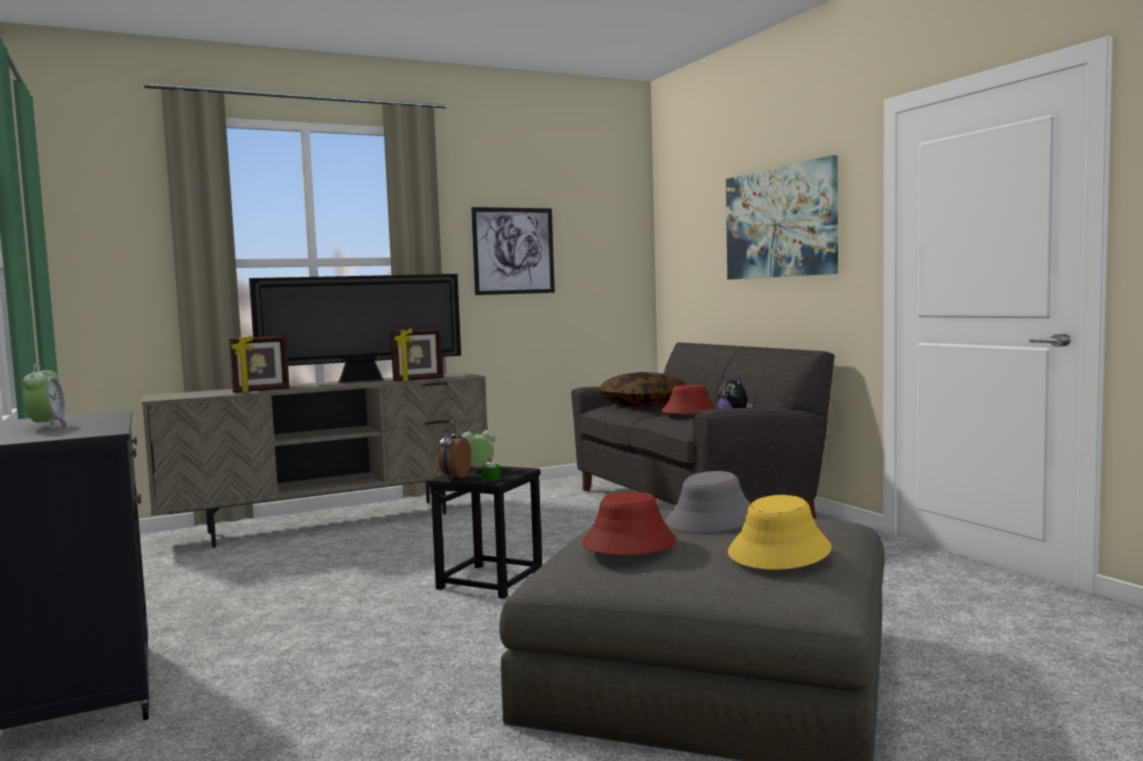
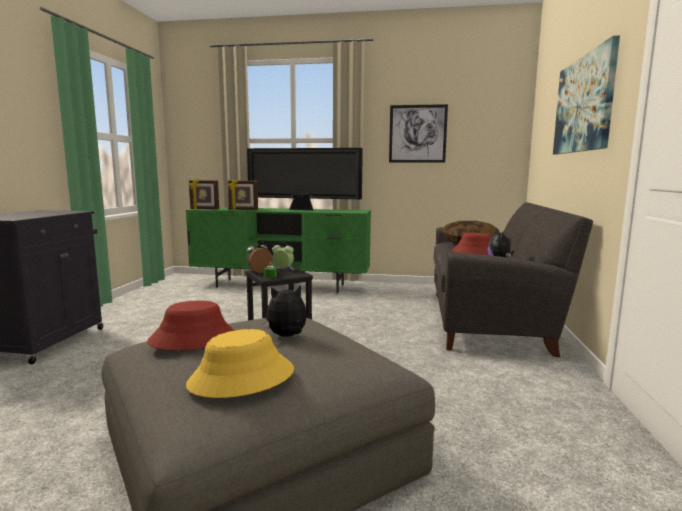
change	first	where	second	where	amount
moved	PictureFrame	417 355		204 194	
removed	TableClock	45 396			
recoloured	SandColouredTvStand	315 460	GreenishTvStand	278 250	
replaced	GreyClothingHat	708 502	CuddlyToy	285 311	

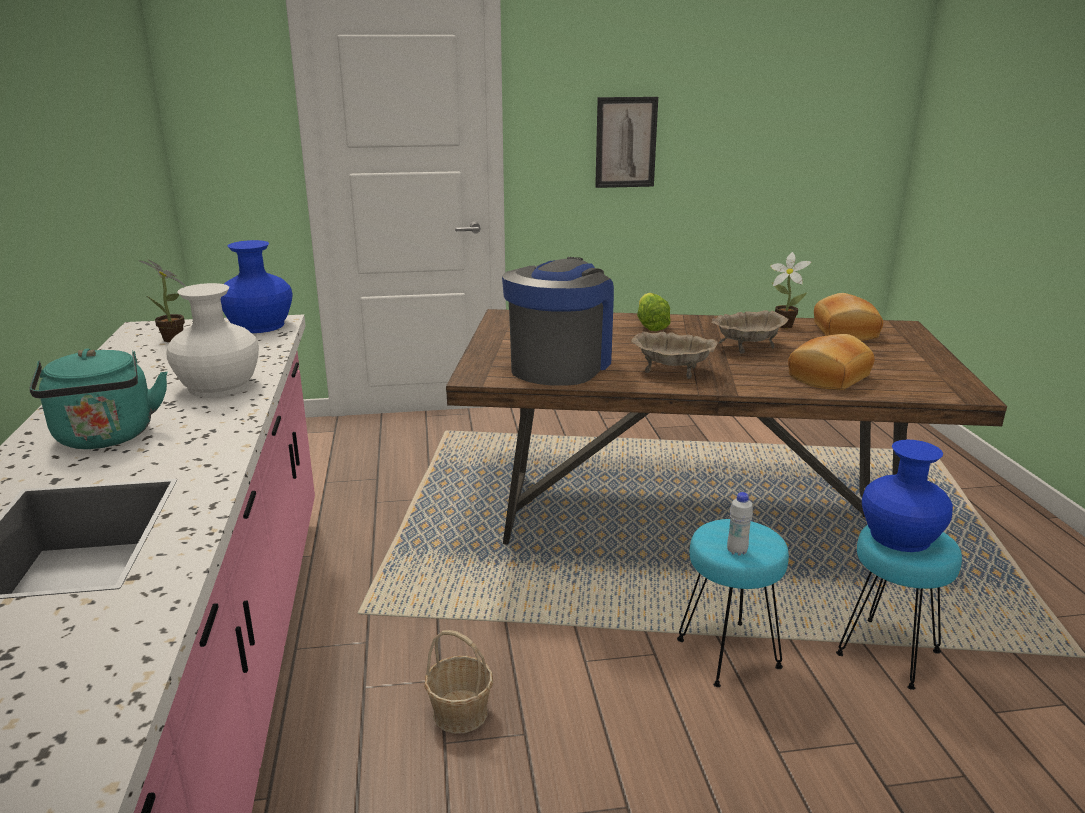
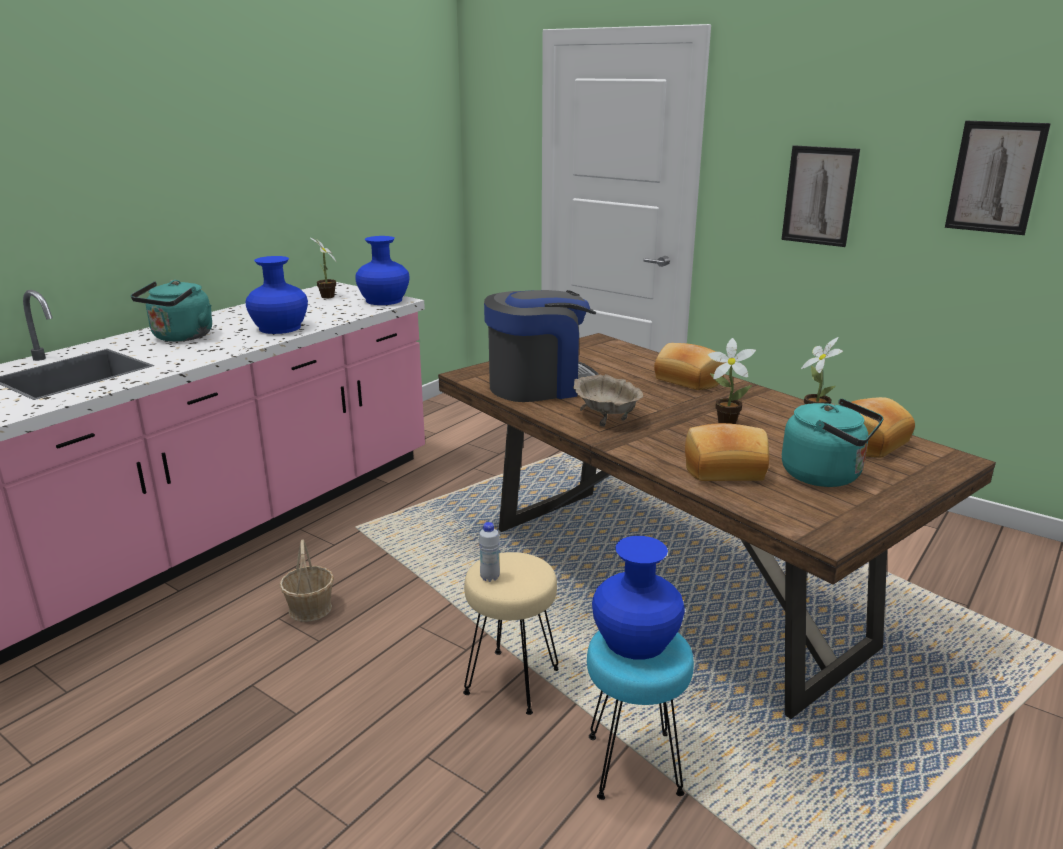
change	first	where	second	where	amount
recoloured	WhiteColouredDecorativeVase	212 340	BlueDecorativeVase	277 295	
replaced	Lettuce	654 312	Bread	690 366	
replaced	SandColouredServingBowl	749 332	PlantInAPot	732 381	
recoloured	TurquoiseColouredStoolSeat	733 603	SandColouredStoolSeat	510 633	
added			WallPicture	998 178	
added			TurquoiseColouredWaterKettle	832 442	

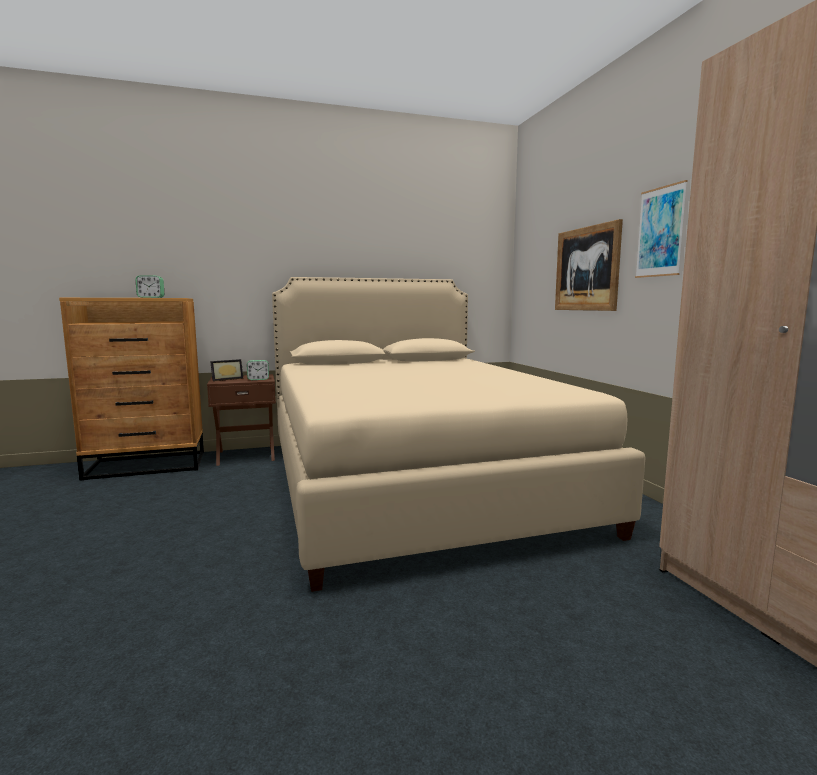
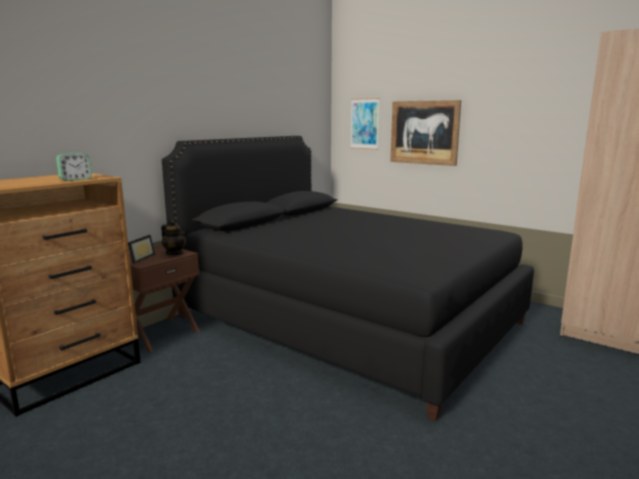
change	first	where	second	where	amount
moved	WallPicture	661 229		364 124	
recoloured	SandColouredSleepingBed	458 434	BlackSleepingBed	348 278	
replaced	TableClock	258 370	PotForTea	173 237	

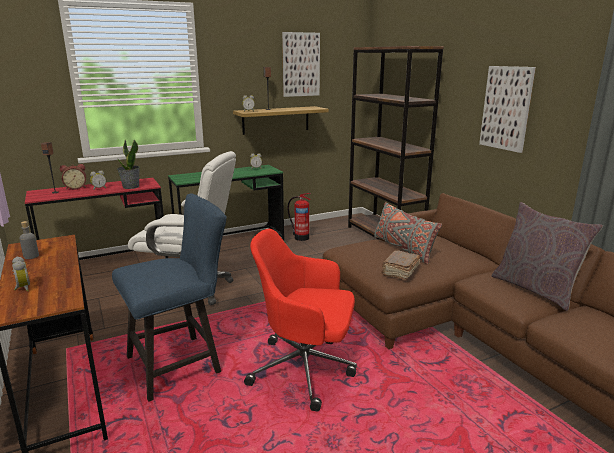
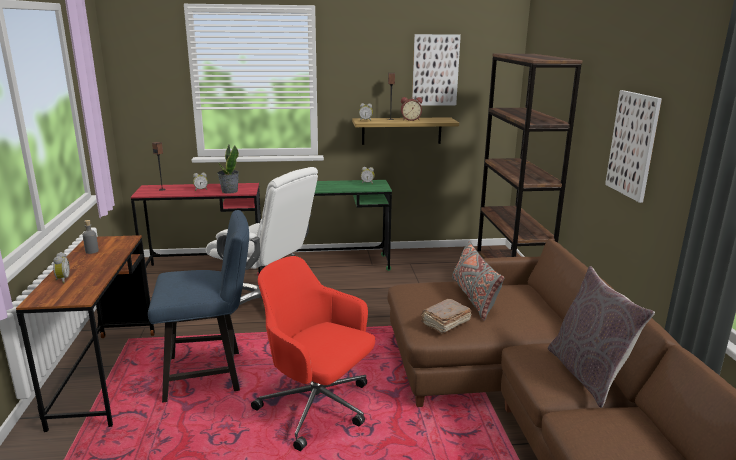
change	first	where	second	where	amount
moved	TableClock	73 177		411 109	
removed	FireFightingCylinder	299 217			

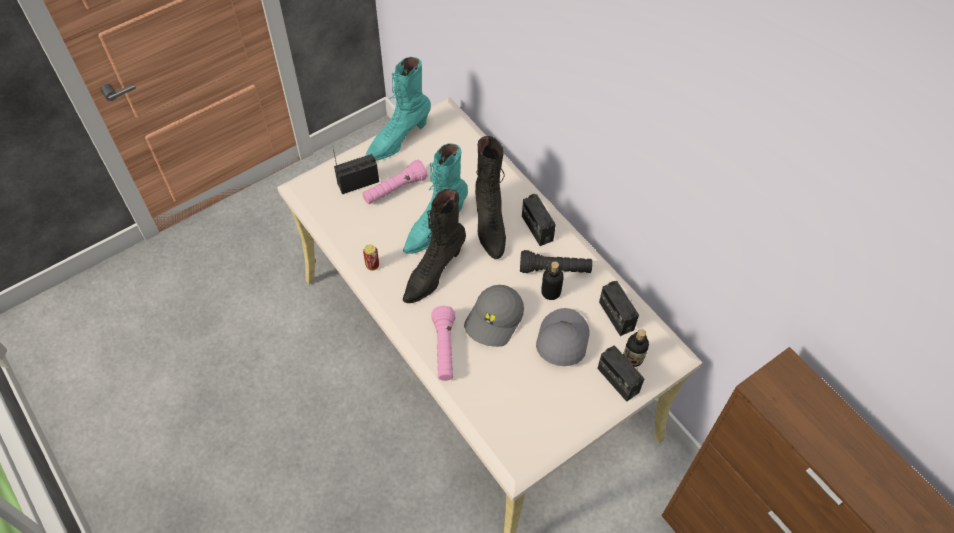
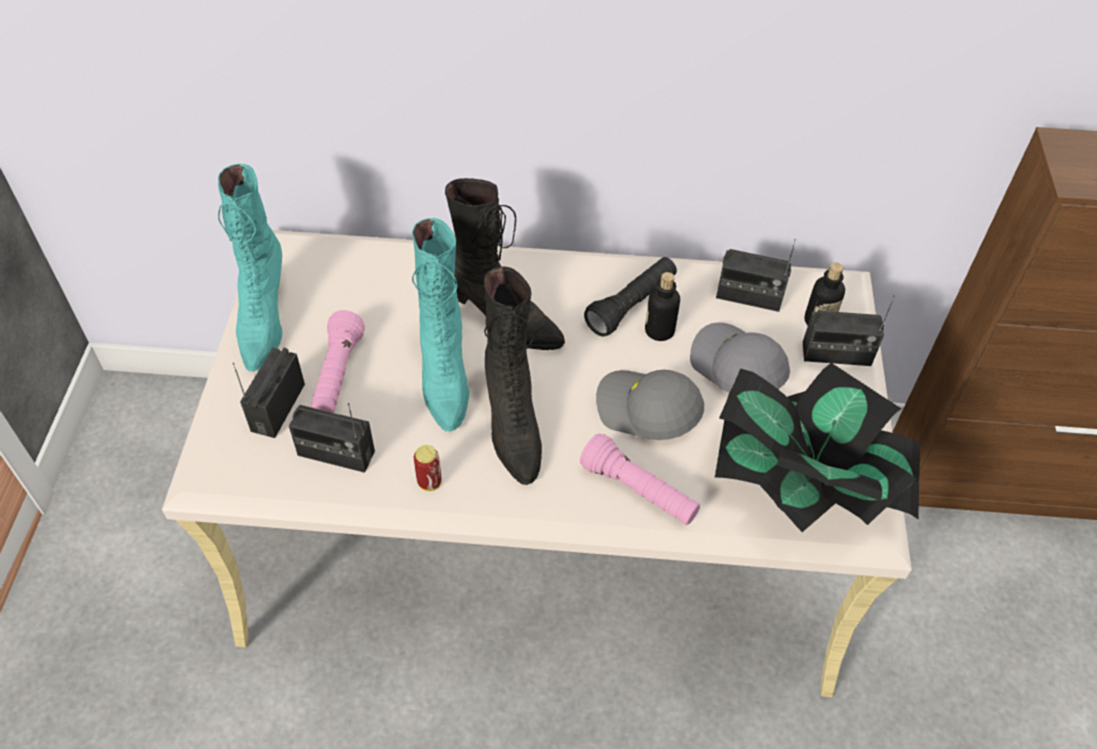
change	first	where	second	where	amount
moved	RadioReceiver	539 220		332 438	
turned	GreyBaseballCap	494 316		650 405	135 degrees clockwise
added			PlantInAPot	817 447	

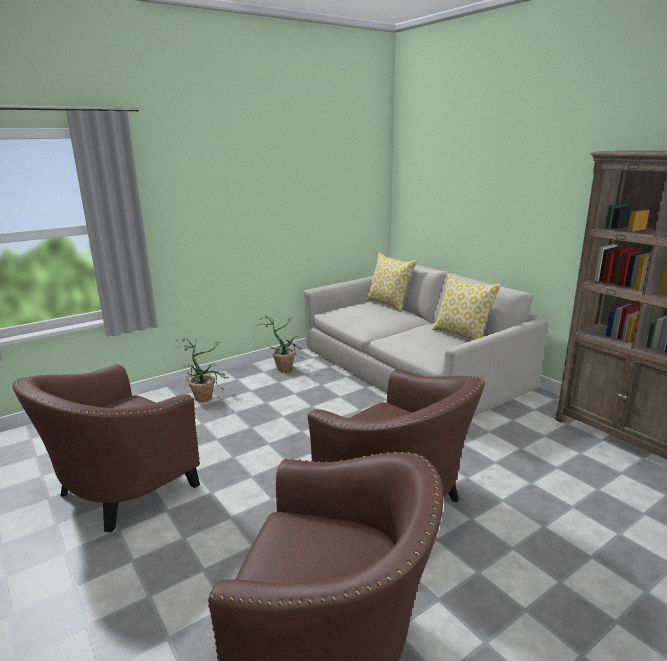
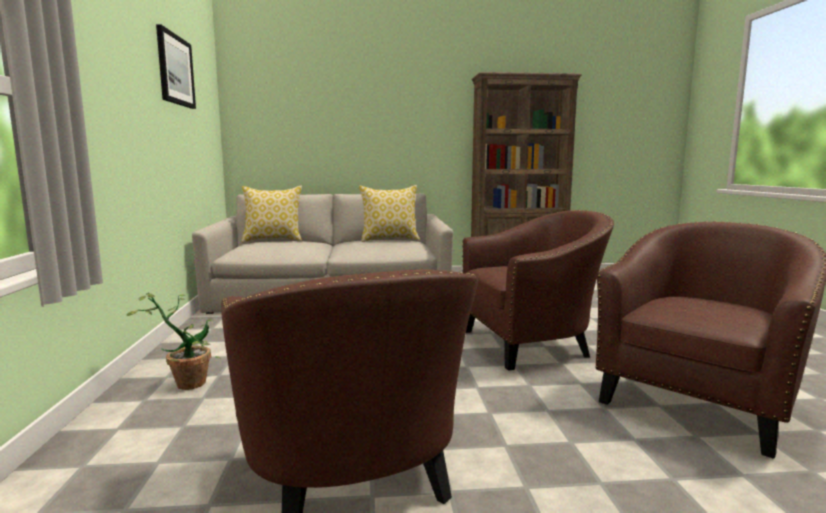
change	first	where	second	where	amount
removed	PlantInAPot	279 344			
added			WallPicture	176 66	

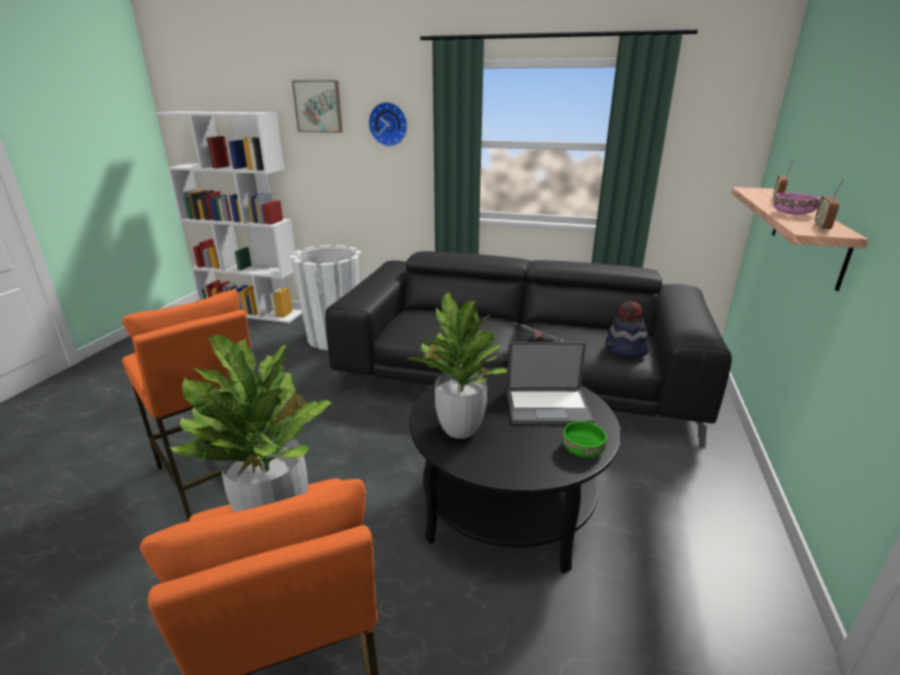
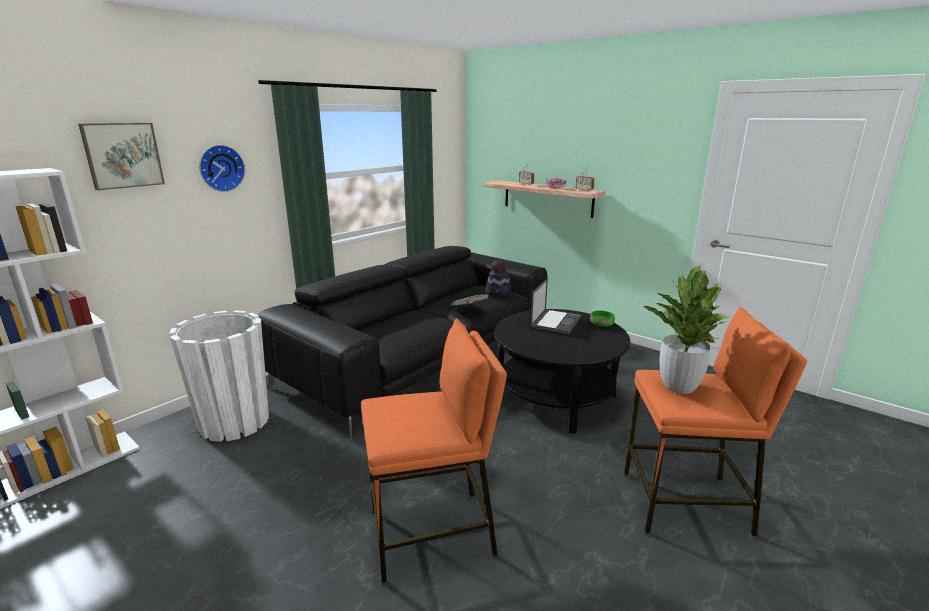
change	first	where	second	where	amount
removed	PlantInAPot	457 365			

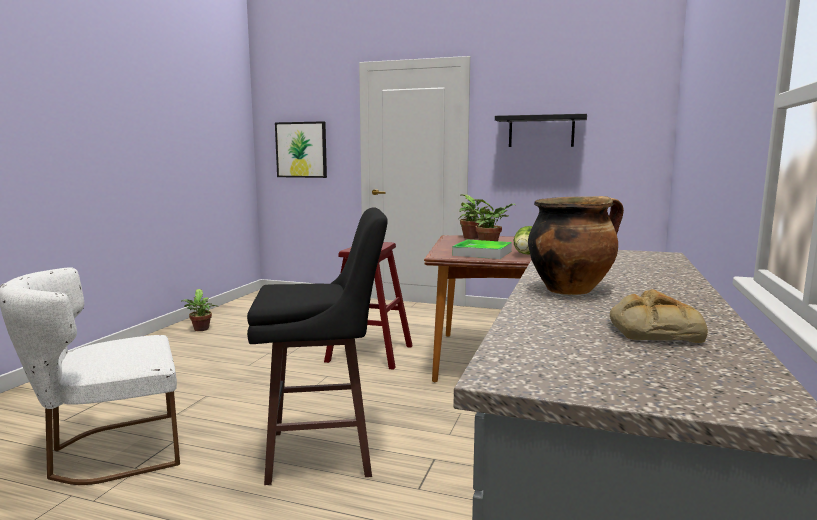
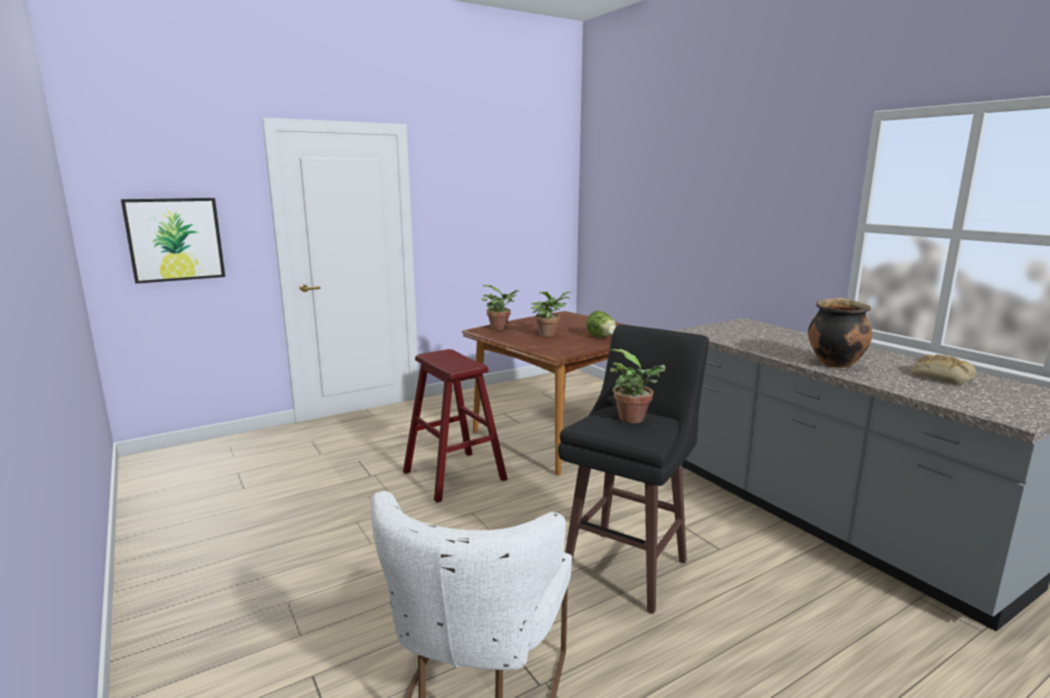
change	first	where	second	where	amount
removed	BlackWallShelf	541 130			
removed	ServingTray	482 249			
moved	PlantInAPot	199 310		637 386	

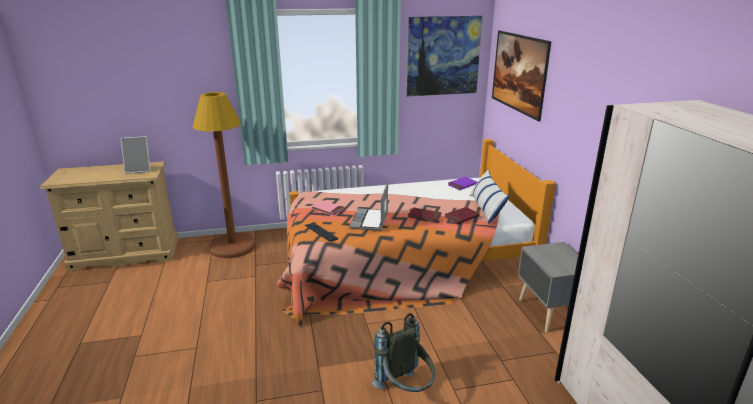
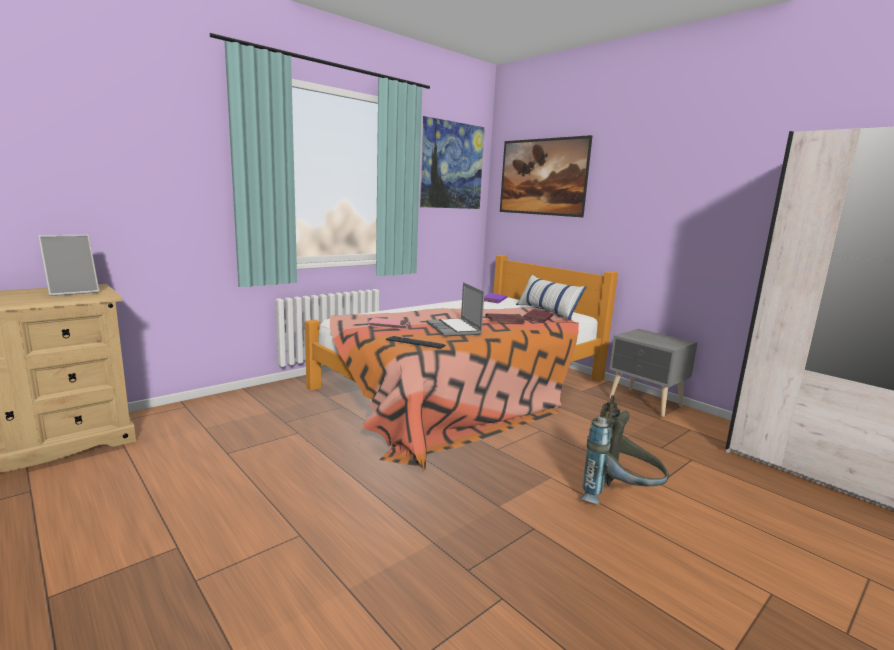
change	first	where	second	where	amount
removed	BrownStandardLamp	224 175			

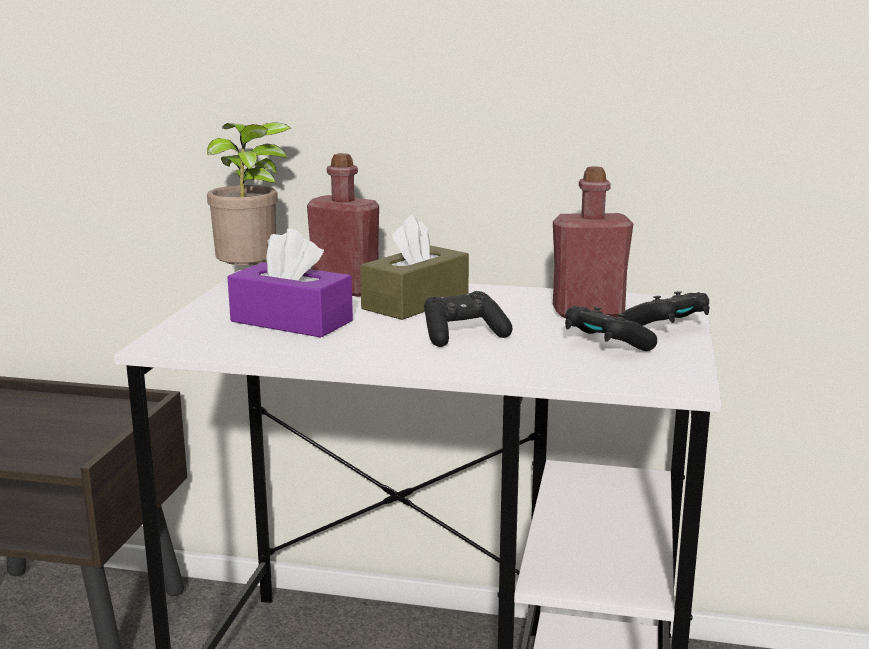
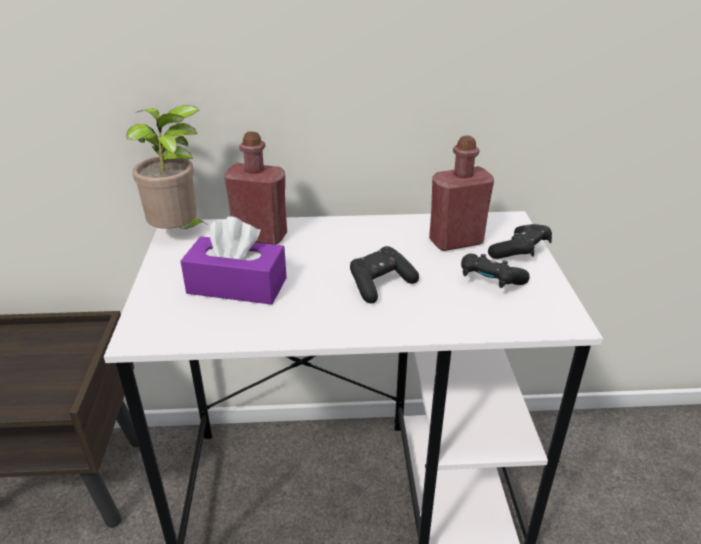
change	first	where	second	where	amount
removed	BrownTissueHolder	414 267			

